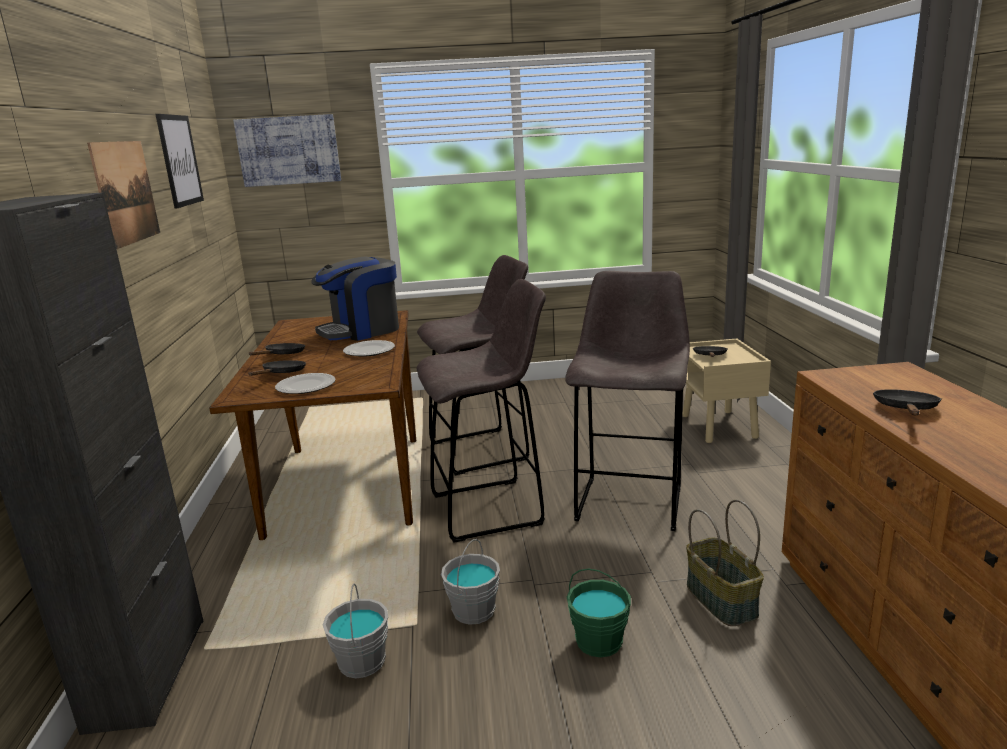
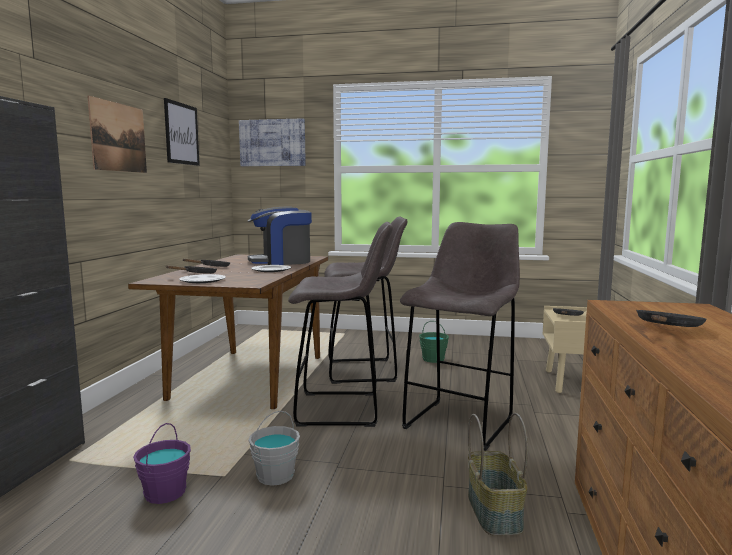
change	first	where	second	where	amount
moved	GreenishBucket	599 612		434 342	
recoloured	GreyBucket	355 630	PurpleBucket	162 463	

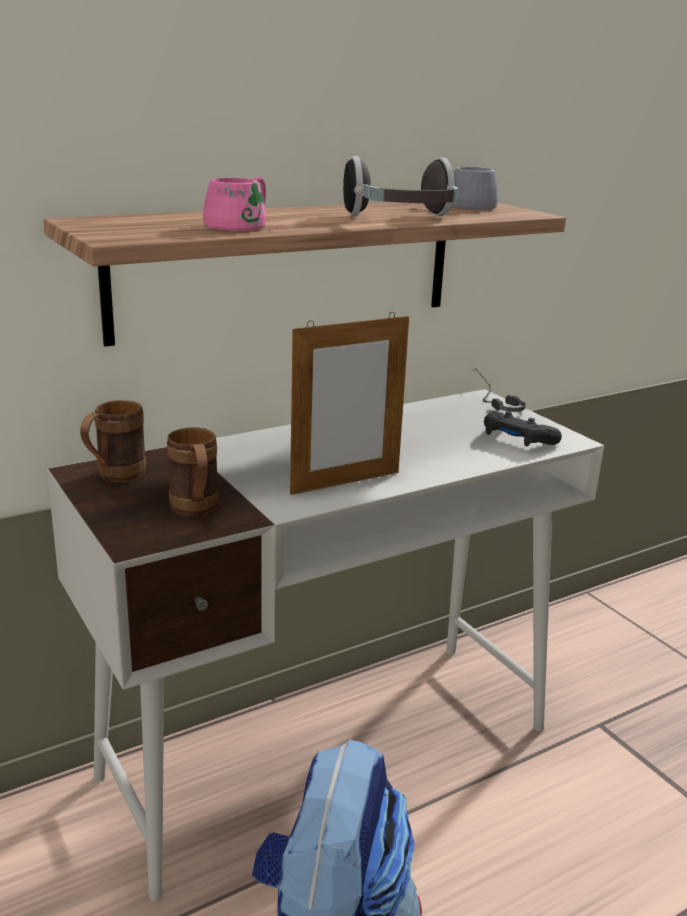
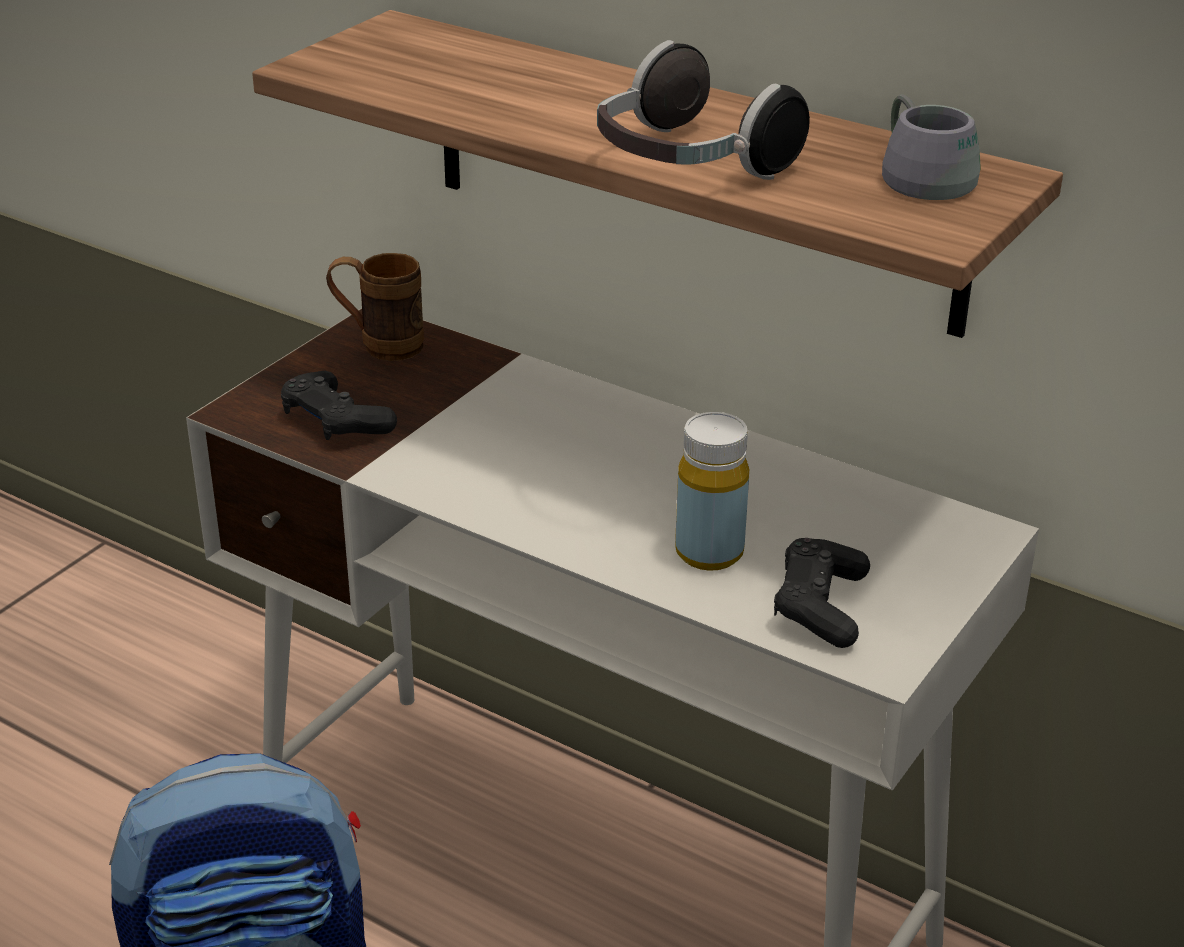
change	first	where	second	where	amount
removed	PinkMug	244 203			
removed	PictureFrame	349 403			
removed	PairOfHeadphones	499 390			
replaced	BrownMug	192 472	BlackGameController	339 405	
added			YellowBottle	712 491	

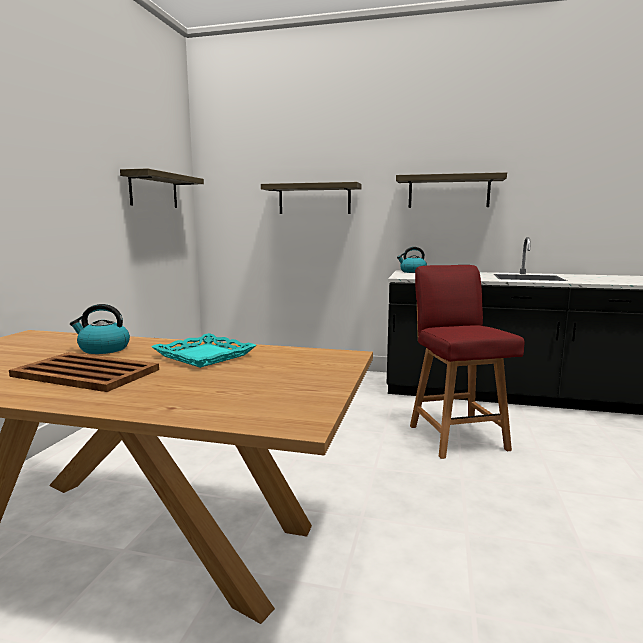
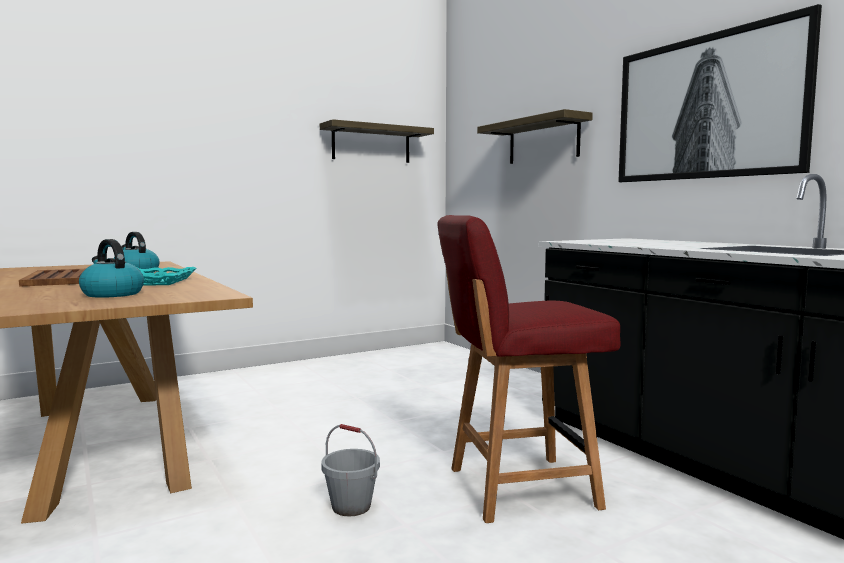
change	first	where	second	where	amount
replaced	WallShelf	451 190	WallPicture	720 93	
moved	WaterKettle	412 260		111 268	
turned	RedUprightChair	467 362		529 369	135 degrees counterclockwise
added			GreyBucket	350 470	

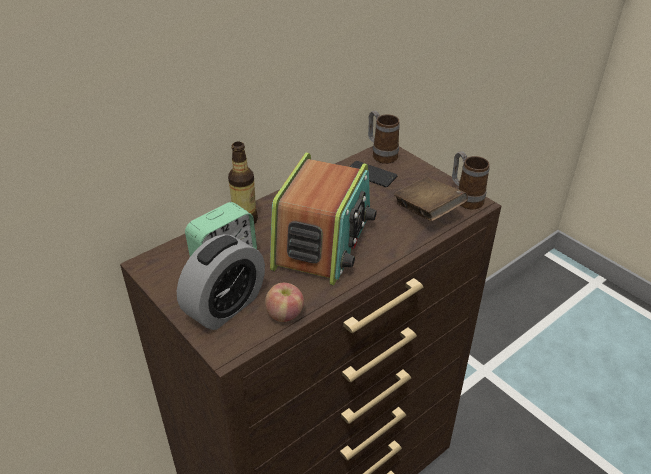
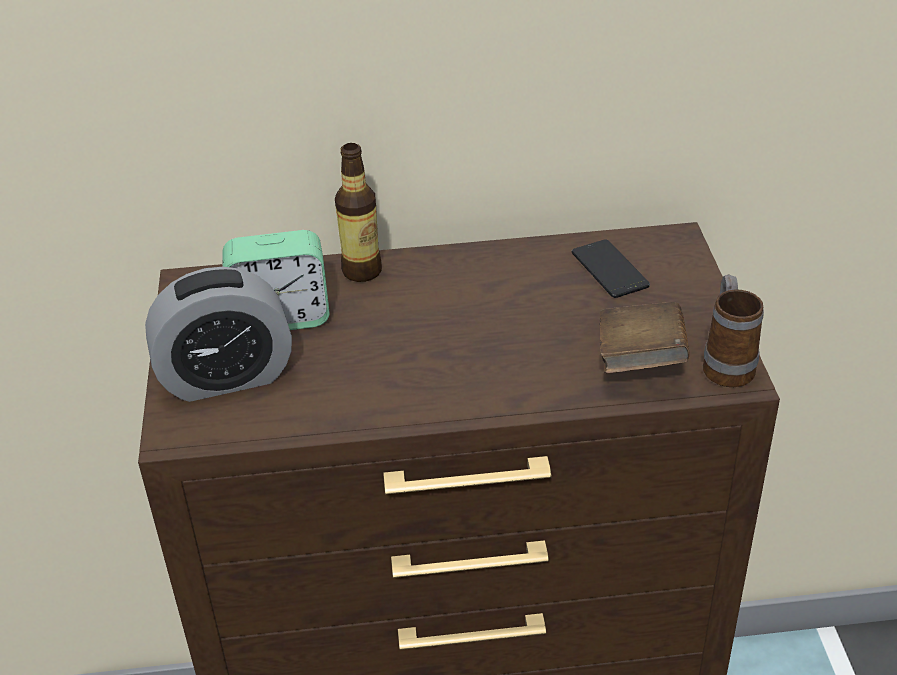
change	first	where	second	where	amount
removed	Mug	384 137			
removed	RadioReceiver	323 219			
removed	AppleFruit	284 302			

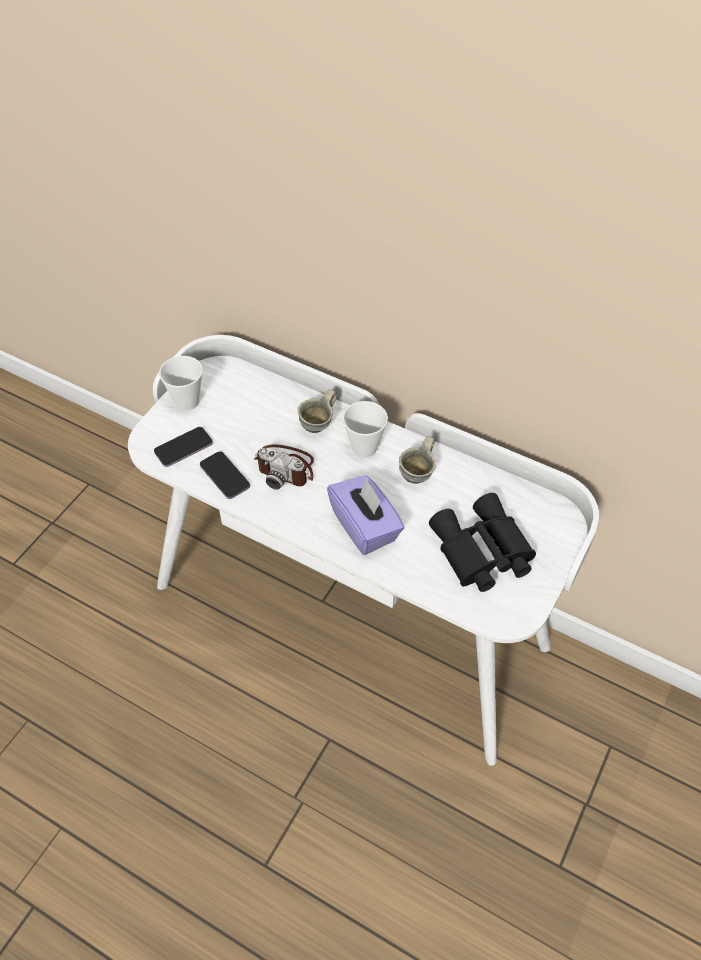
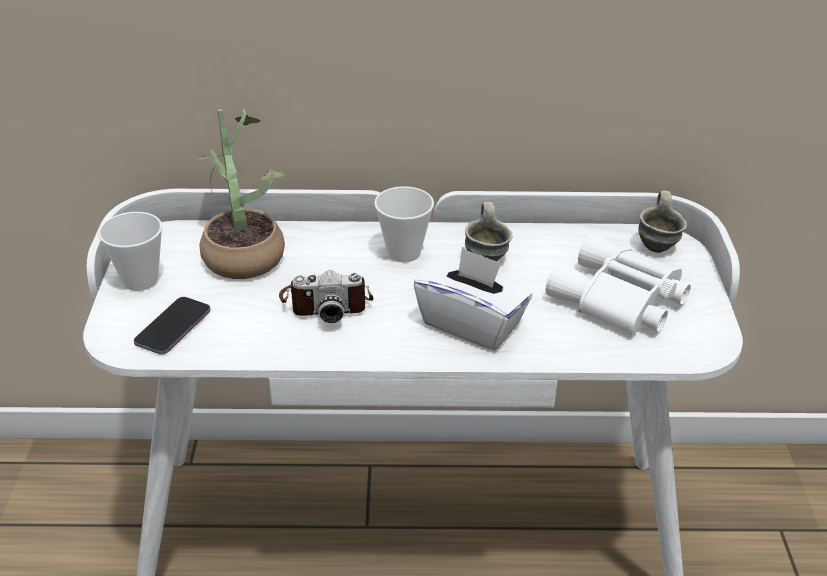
change	first	where	second	where	amount
moved	GreyMug	317 411		662 221	
removed	Telephone	225 475			
recoloured	PurpleTissueHolder	365 515	WhiteColouredTissueHolder	473 298	
recoloured	BlackBinoculars	482 542	WhiteColouredBinoculars	618 284	
added			PlantInAPot	240 194	

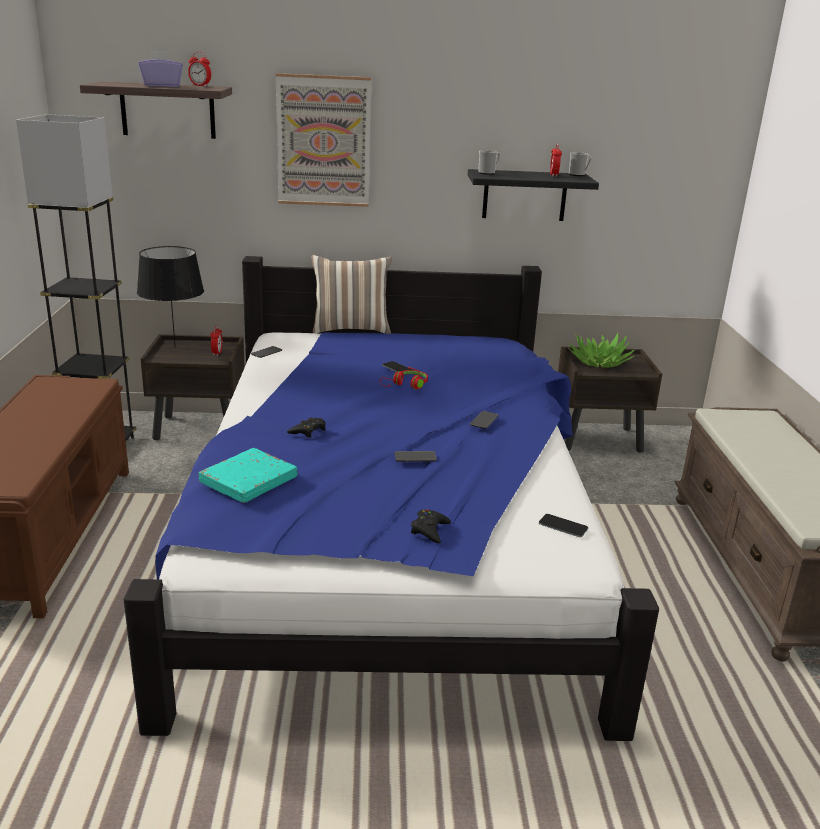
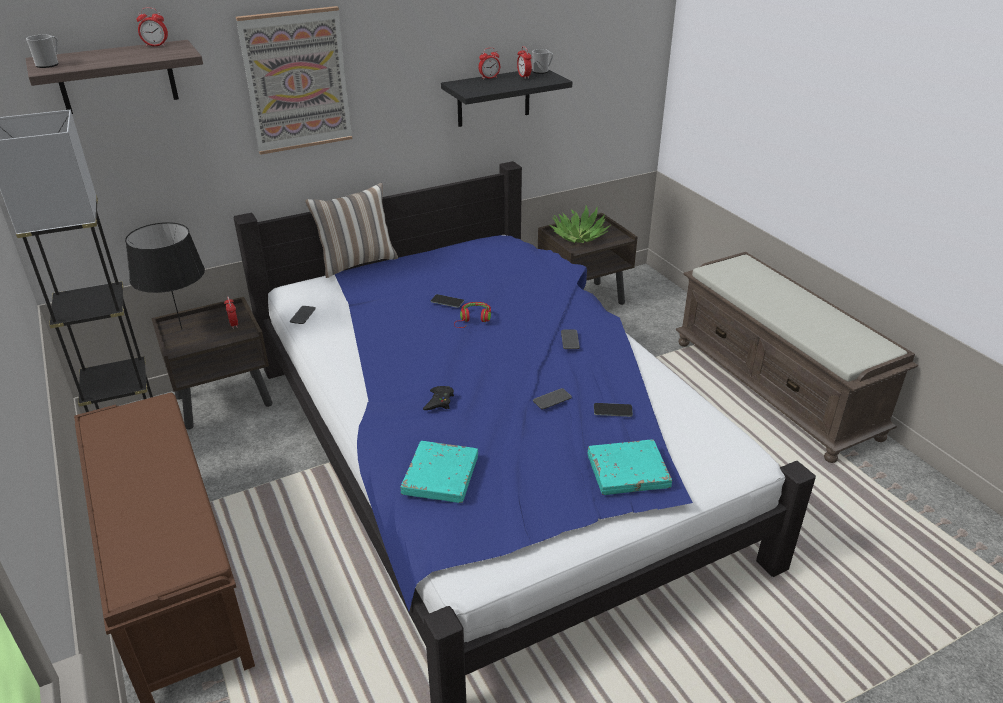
change	first	where	second	where	amount
removed	PurpleTissueHolder	160 68			
moved	Mug	489 162		42 51	
replaced	BlackGameController	431 526	TurquoiseColouredBoundBook	629 467	
moved	Telephone	563 525		613 410	
added			TableClock	489 64	

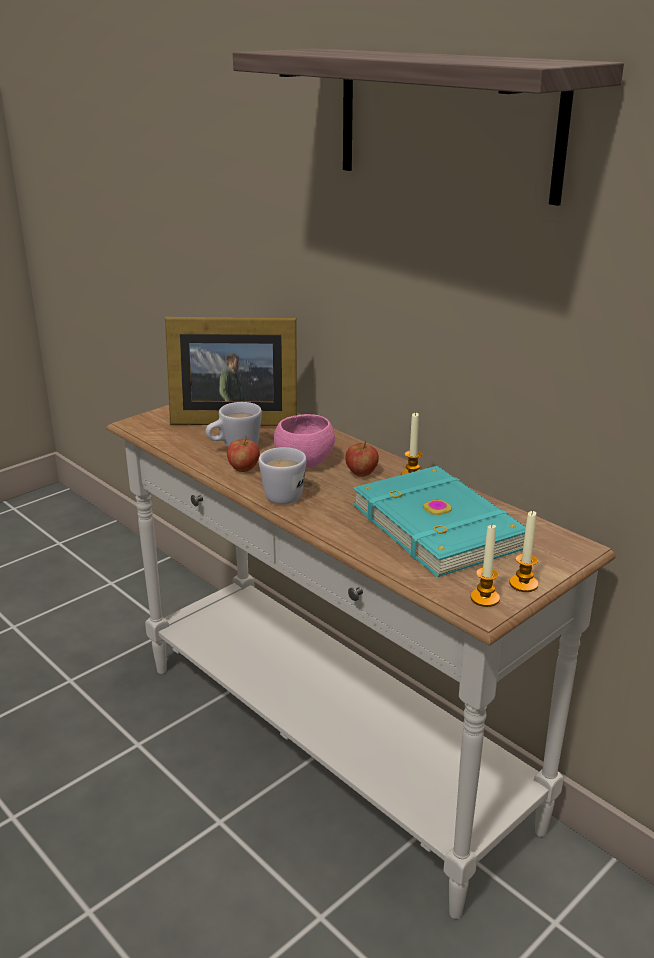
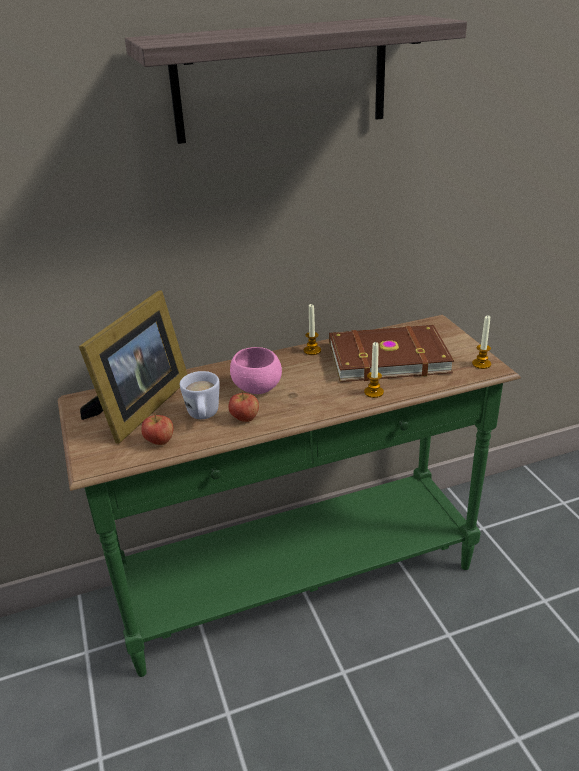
change	first	where	second	where	amount
recoloured	WhiteColouredConsoleTable	361 662	GreenishConsoleTable	289 496	
moved	AppleFruit	362 459		157 429	
removed	WhiteColouredMug	283 475			
recoloured	TurquoiseColouredBoundBook	439 521	BrownBoundBook	391 353	
moved	WaxLight	523 551		374 370	

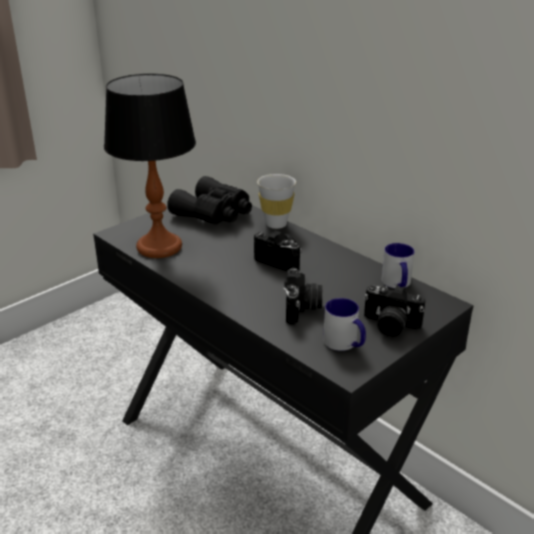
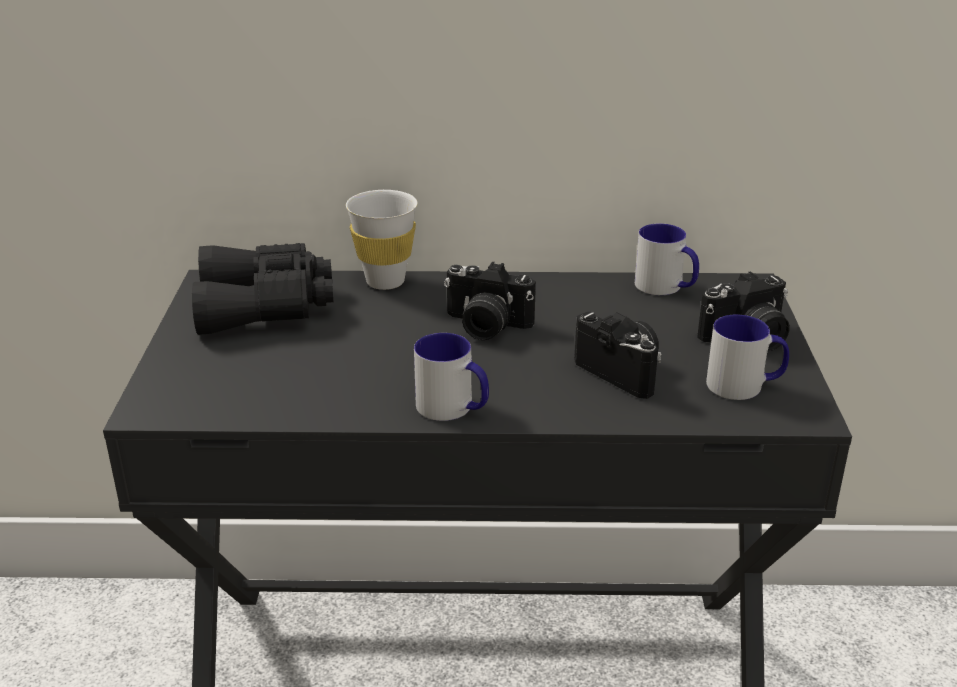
change	first	where	second	where	amount
removed	LampForATable	150 166			
turned	PhotoCamera	278 251		490 301	150 degrees counterclockwise
added			Mug	451 377	

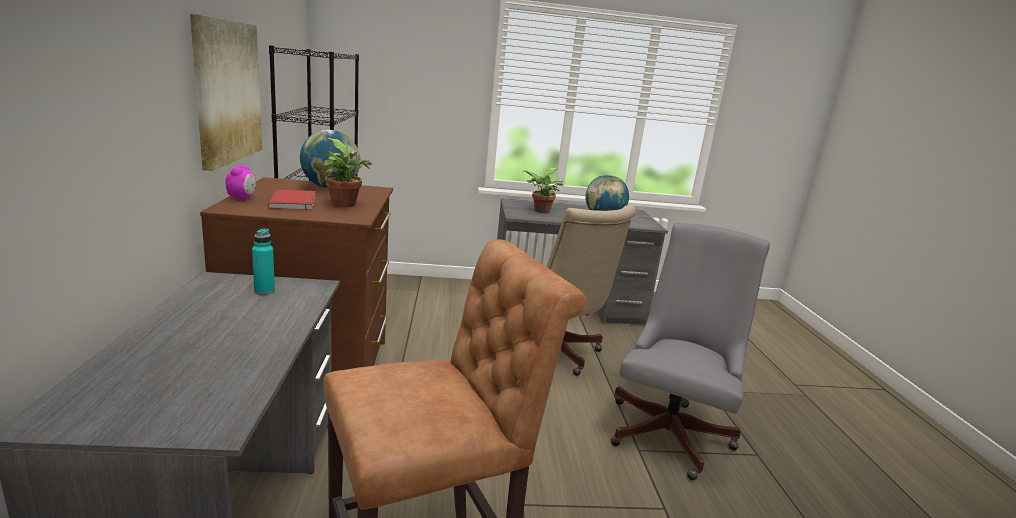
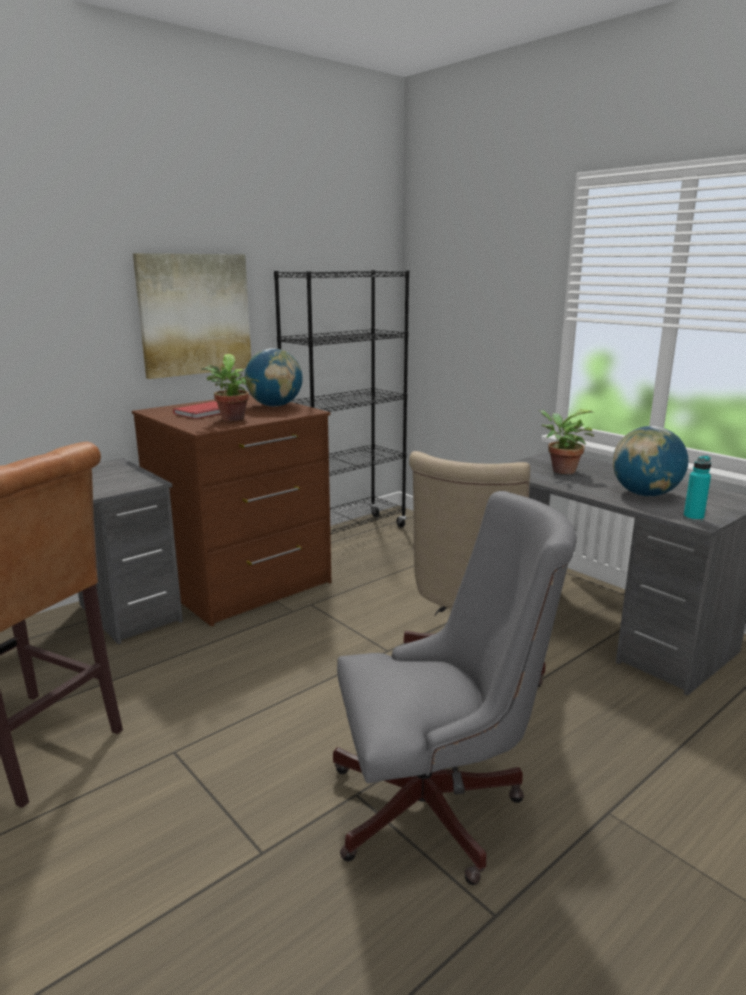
change	first	where	second	where	amount
removed	TableClock	241 183			
moved	TurquoiseColouredBottle	263 261		697 488	

